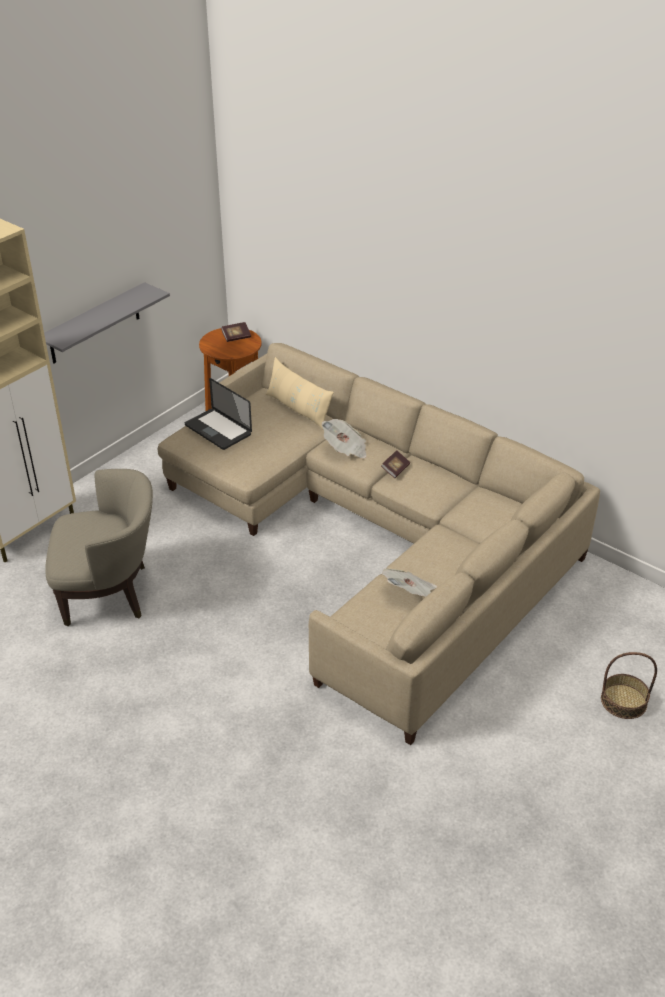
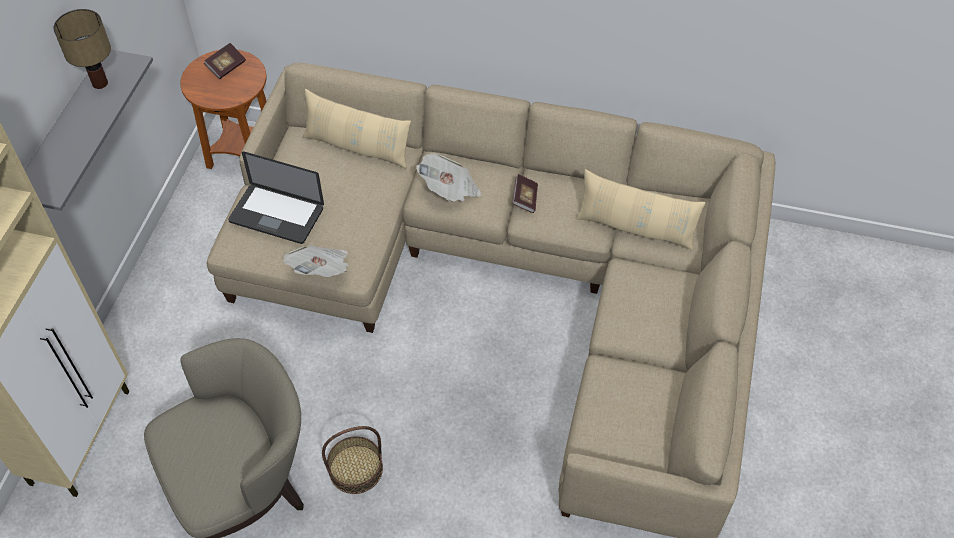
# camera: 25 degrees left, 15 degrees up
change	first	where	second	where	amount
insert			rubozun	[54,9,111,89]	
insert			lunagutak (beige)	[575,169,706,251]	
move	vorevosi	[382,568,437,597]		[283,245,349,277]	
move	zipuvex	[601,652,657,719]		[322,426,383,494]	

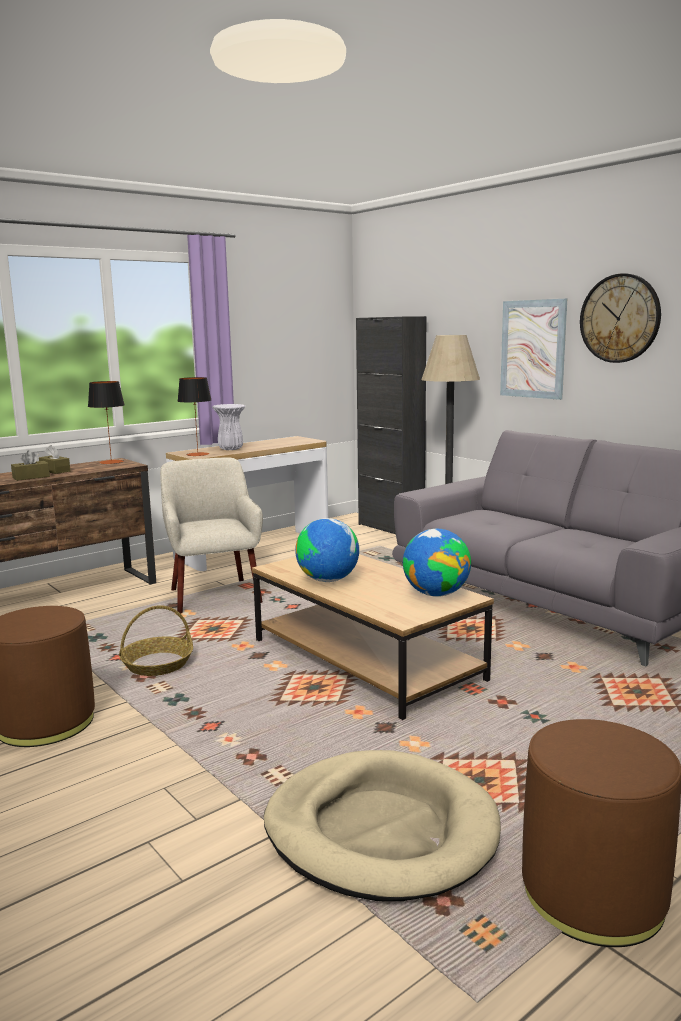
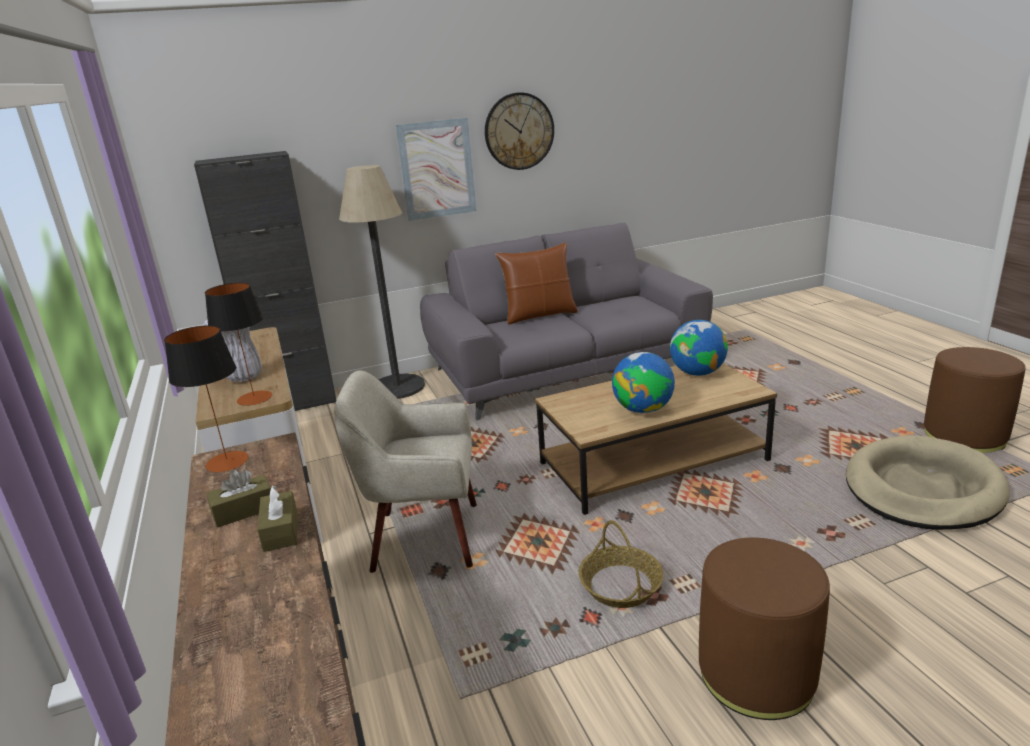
# camera: 70 degrees left, 10 degrees up
change	first	where	second	where	amount
insert			lunagutak (brown)	[495,242,578,325]	

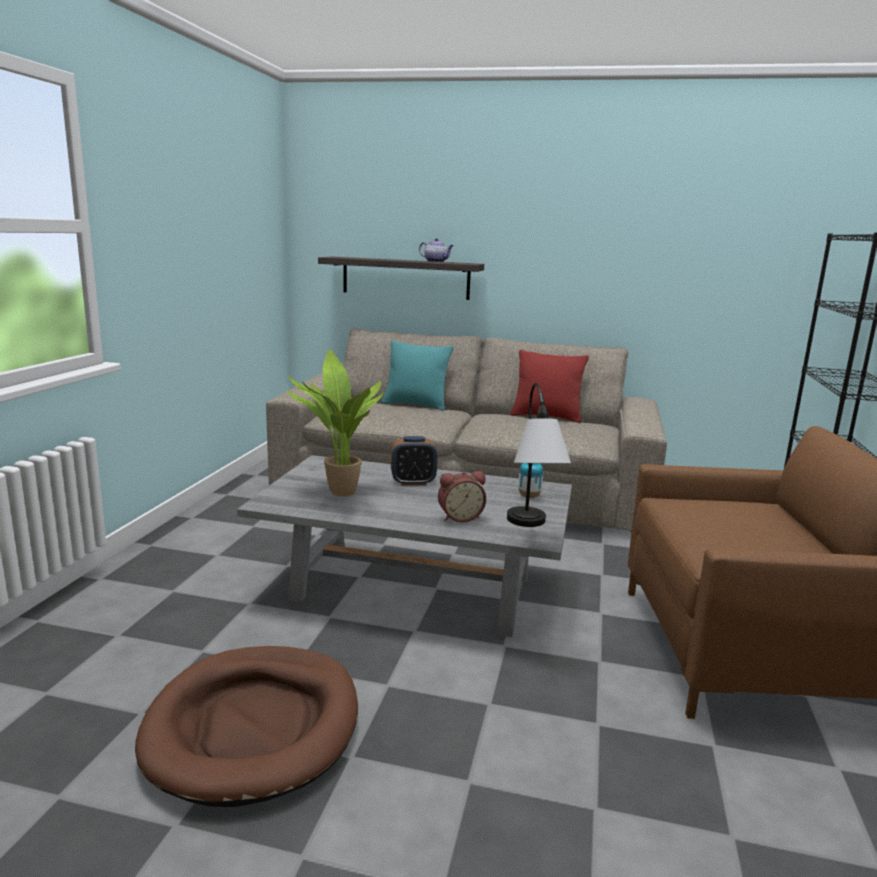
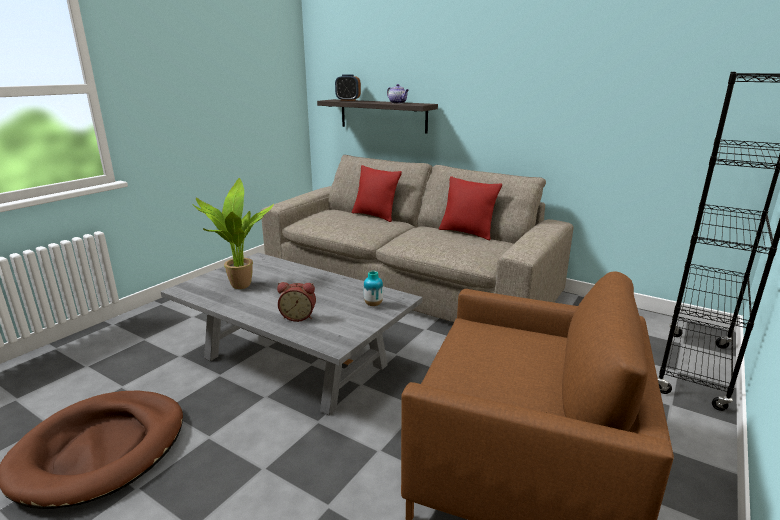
# camera: 20 degrees right, 5 degrees up
change	first	where	second	where	amount
delete	rubozun	[507,383,571,527]			
move	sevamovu	[391,436,437,485]		[335,74,361,101]	
recolor	lunagutak (turquoise)	[382,340,454,411]	lunagutak (red)	[352,165,402,222]	

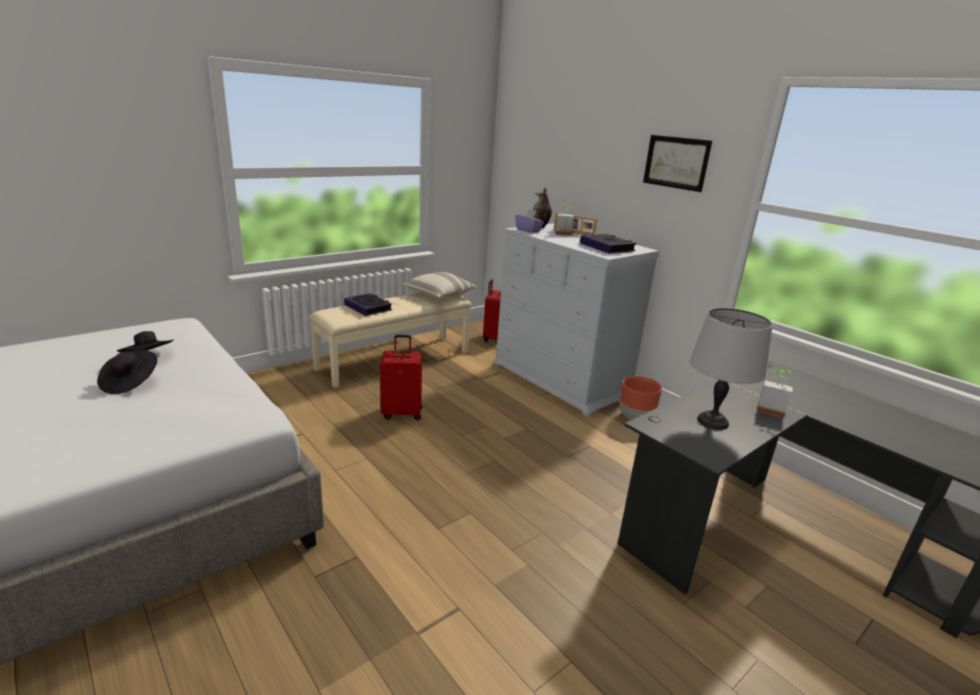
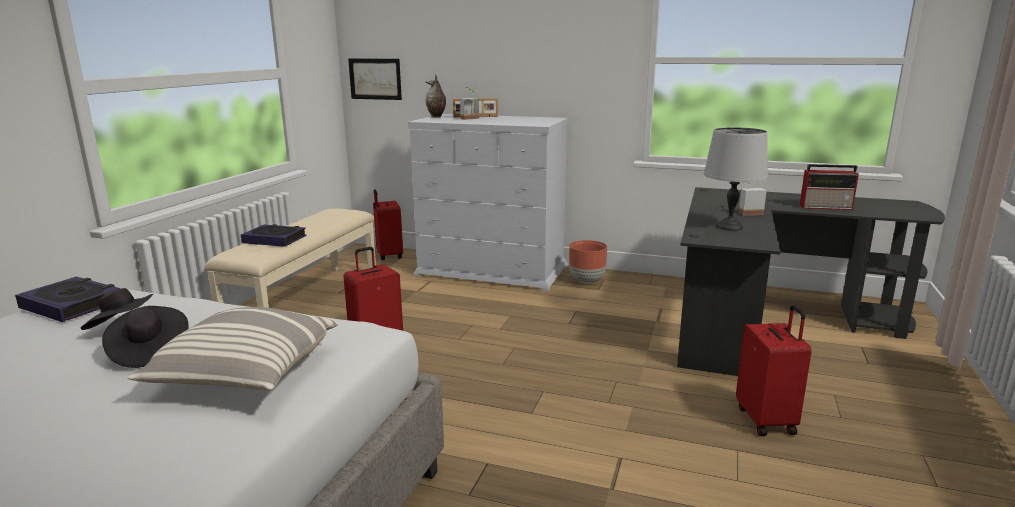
# camera: 30 degrees left, 5 degrees down
change	first	where	second	where	amount
delete	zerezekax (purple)	[515,209,544,233]			
insert			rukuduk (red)	[736,305,812,436]	
insert			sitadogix	[800,164,859,210]	
move	lunagutak	[402,272,477,298]		[127,307,338,391]	
move	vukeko	[580,234,636,254]		[15,276,121,322]	
move	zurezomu	[643,135,712,192]		[348,59,402,100]	

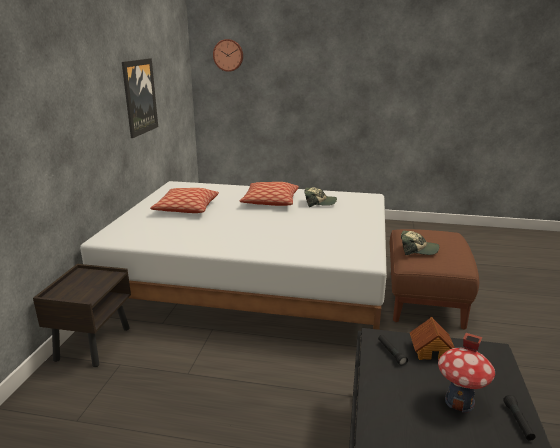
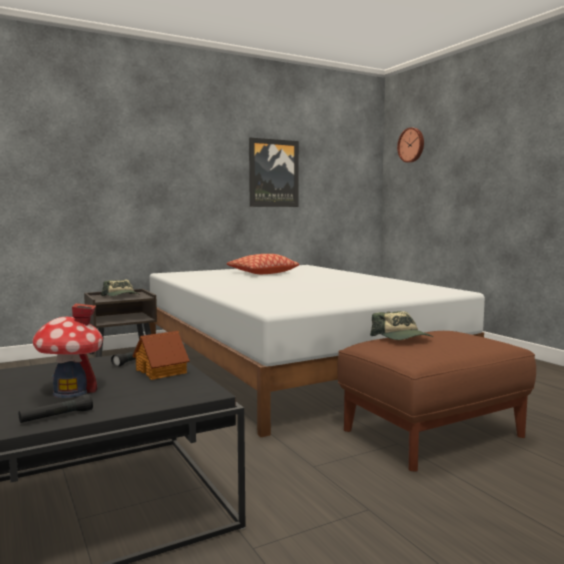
# camera: 50 degrees right, 15 degrees down
change	first	where	second	where	amount
delete	lunagutak	[240,182,299,206]			
move	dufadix	[304,187,337,207]		[101,279,139,296]	

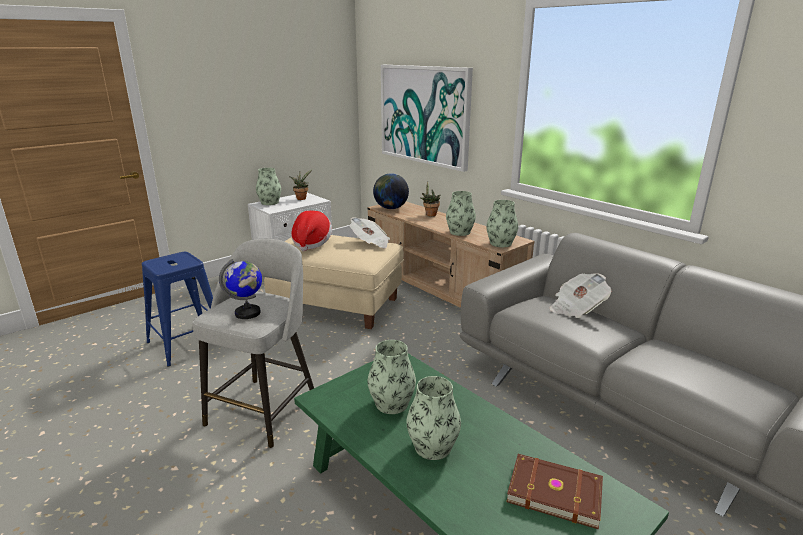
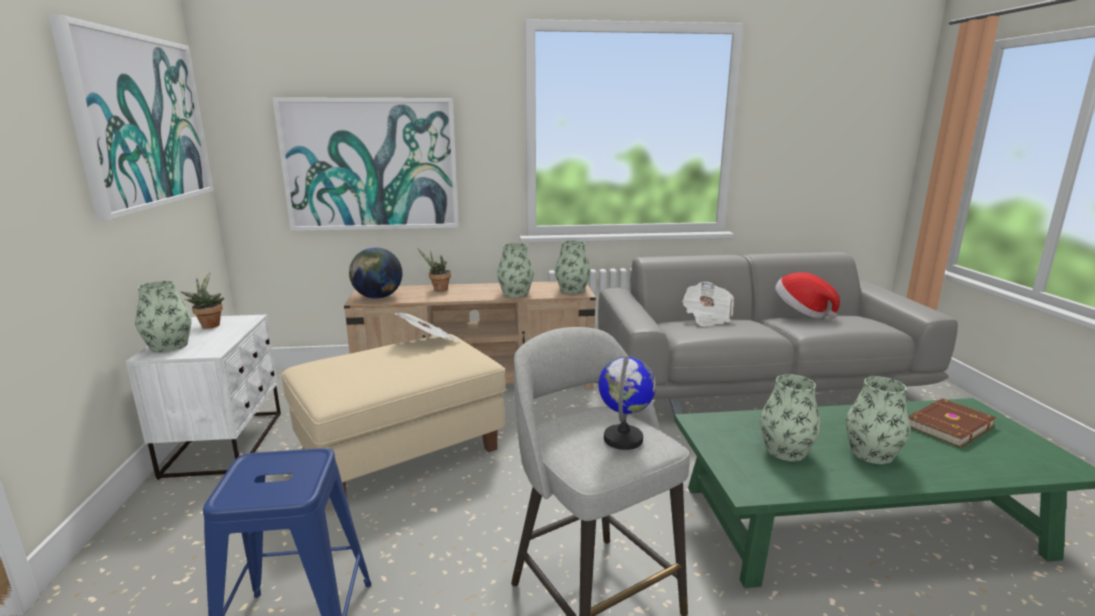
# camera: 55 degrees left, 5 degrees down
change	first	where	second	where	amount
insert			zurezomu	[48,15,214,220]	
move	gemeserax	[291,211,332,251]		[775,272,840,318]	

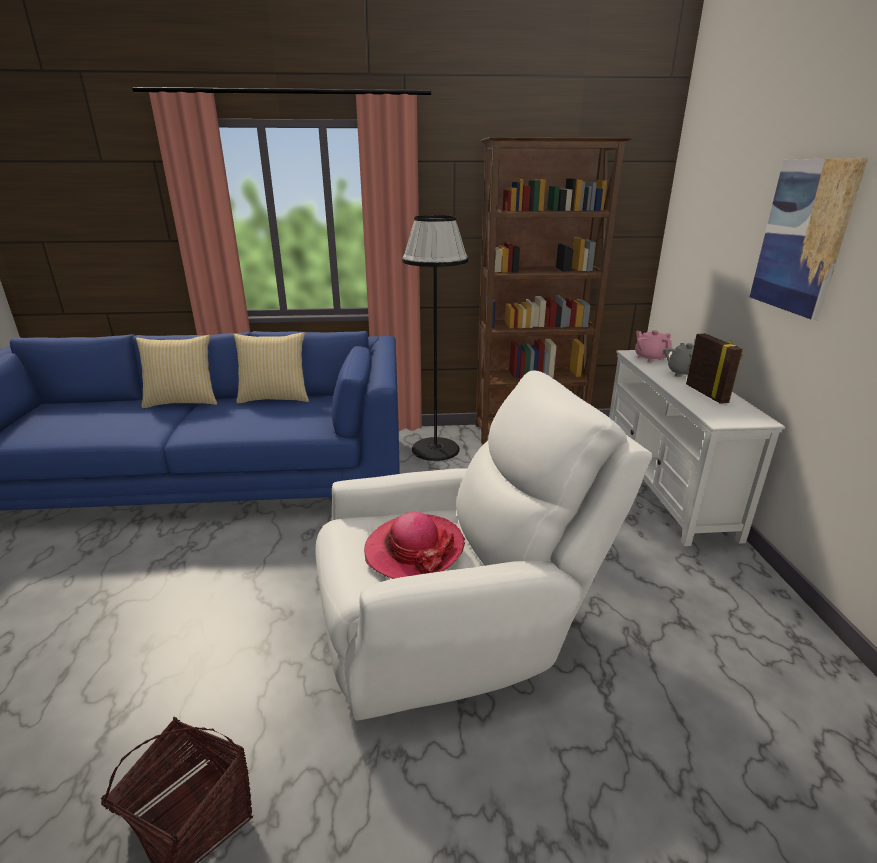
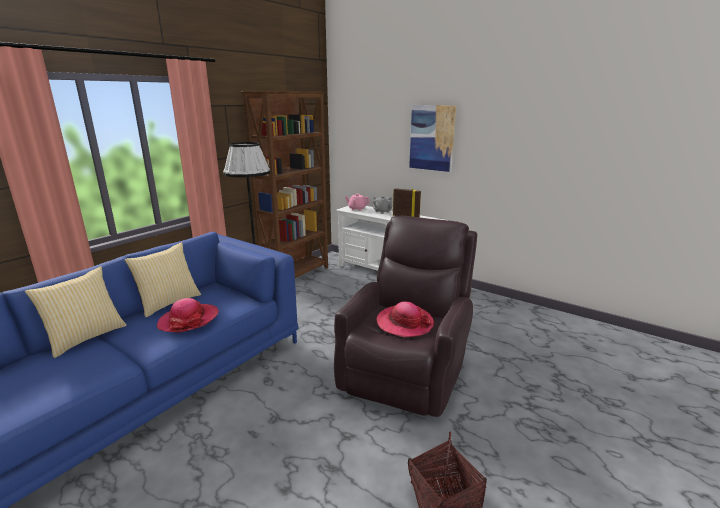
# camera: 50 degrees left, 5 degrees down
change	first	where	second	where	amount
insert			gemeserax	[157,298,219,333]	
recolor	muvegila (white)	[315,370,652,720]	muvegila (brown)	[334,216,477,417]	

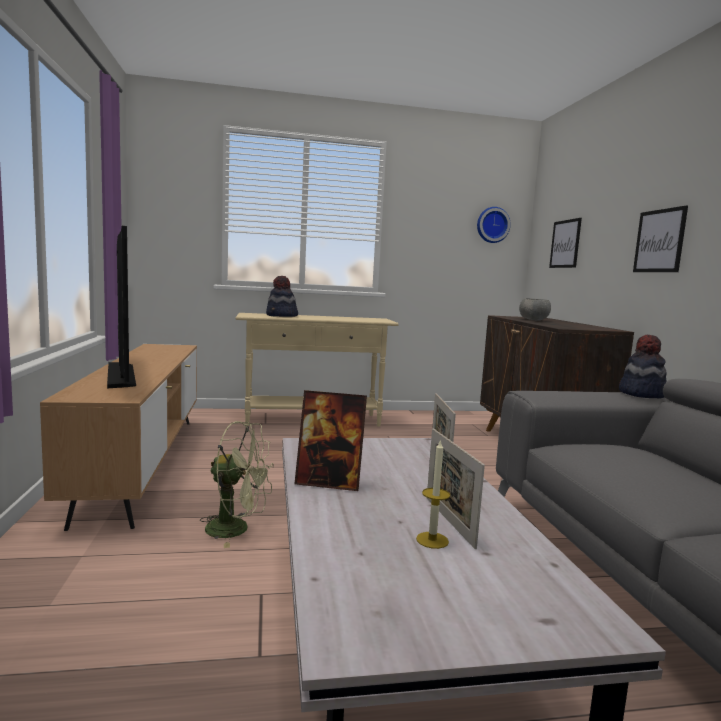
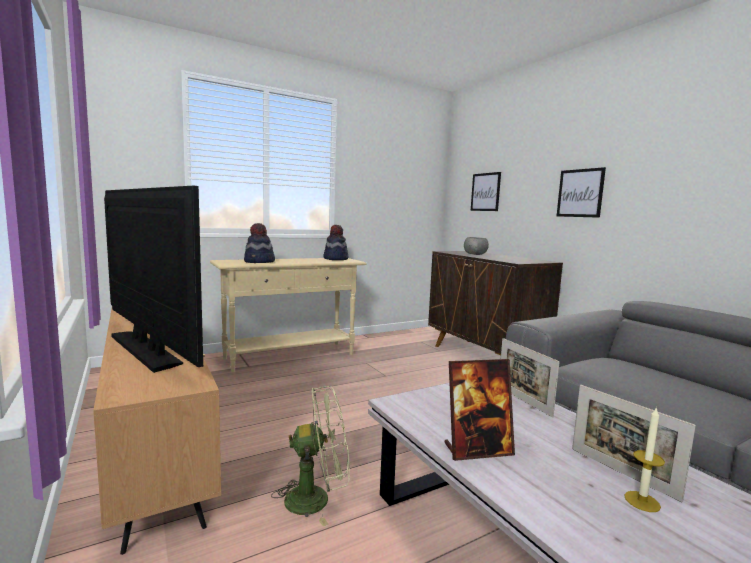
# camera: 20 degrees left, 0 degrees up
change	first	where	second	where	amount
delete	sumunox	[477,207,511,243]			
move	gemeserax	[619,335,667,399]		[323,225,348,260]	

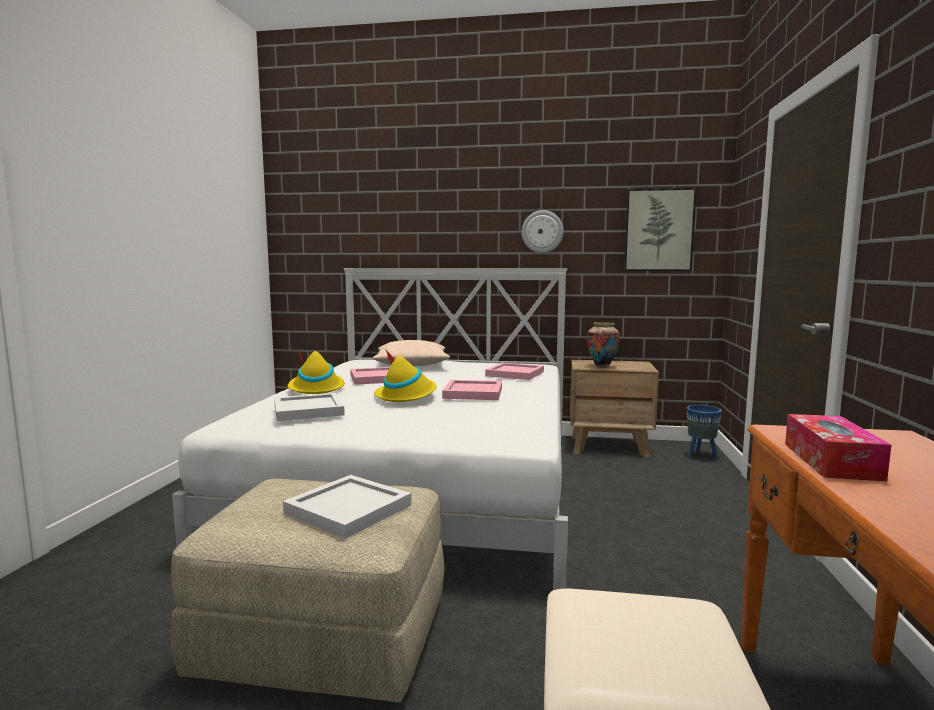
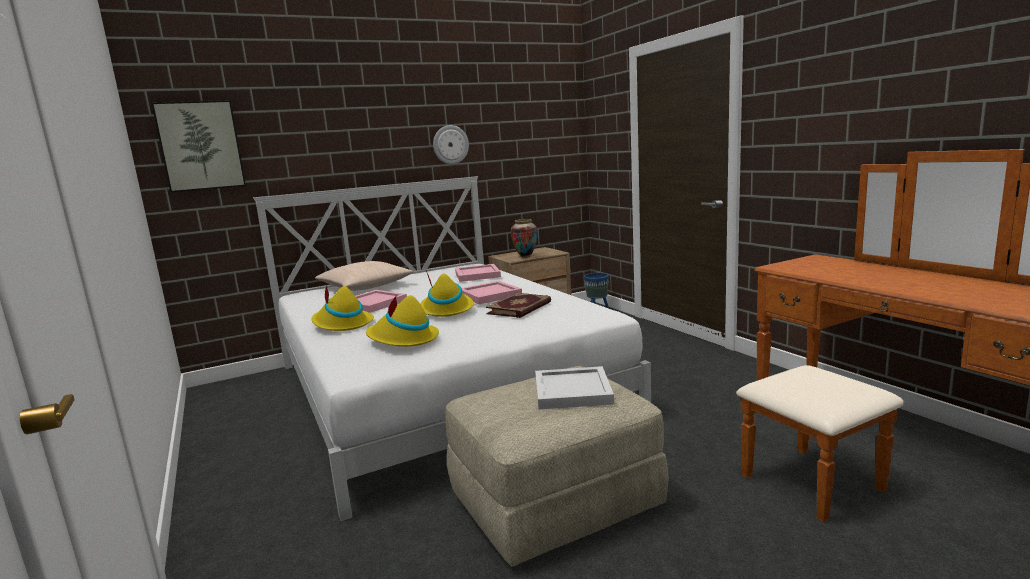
# camera: 35 degrees left, 5 degrees up
change	first	where	second	where	amount
delete	zerezekax	[785,414,891,481]			
insert			vukeko	[486,293,551,318]	
move	zurezomu	[624,188,696,271]		[151,100,246,192]	
replace	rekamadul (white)	[274,393,345,421]	gemeserax (yellow)	[366,294,439,346]	

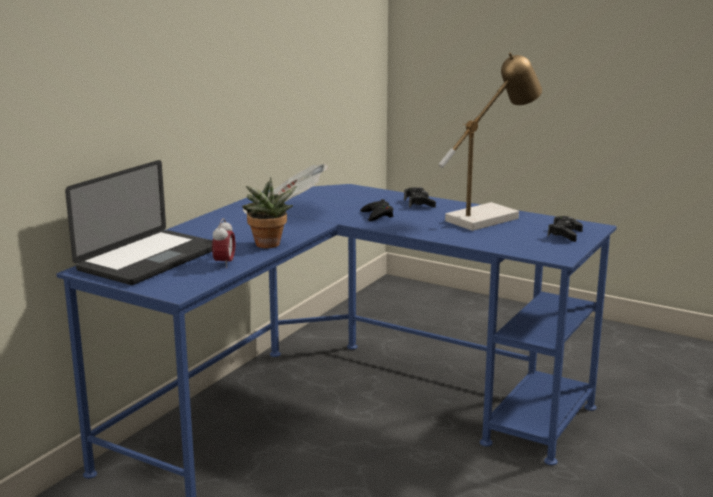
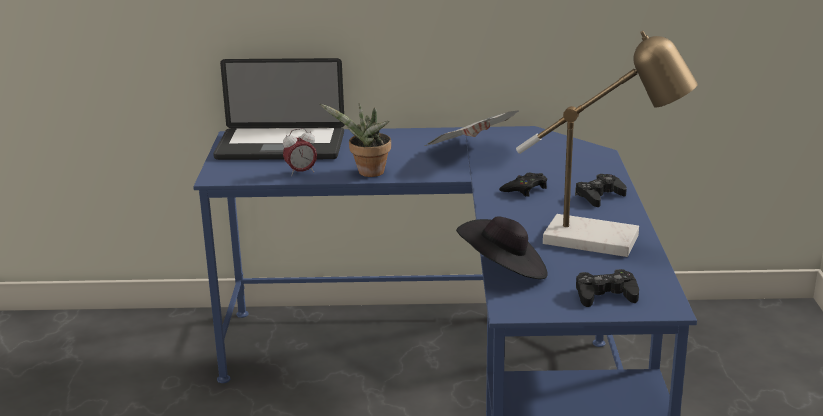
# camera: 60 degrees right, 5 degrees up
change	first	where	second	where	amount
insert			gemeserax (black)	[456,216,547,279]	

